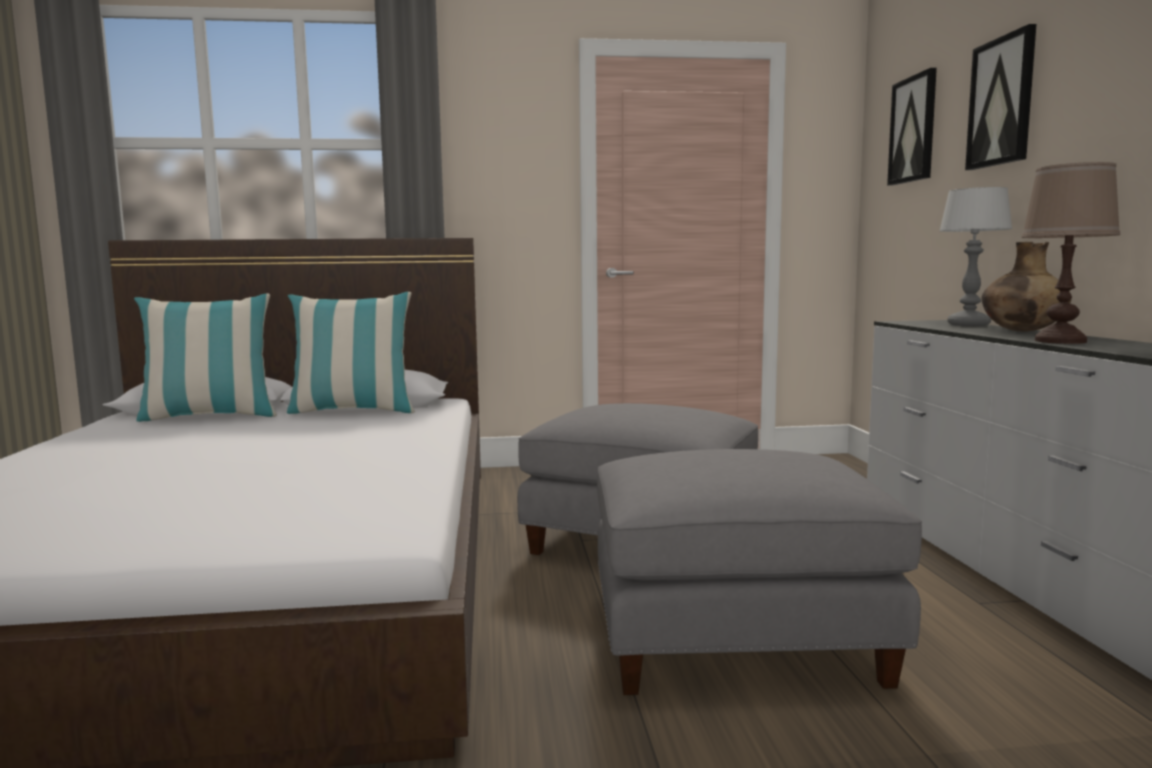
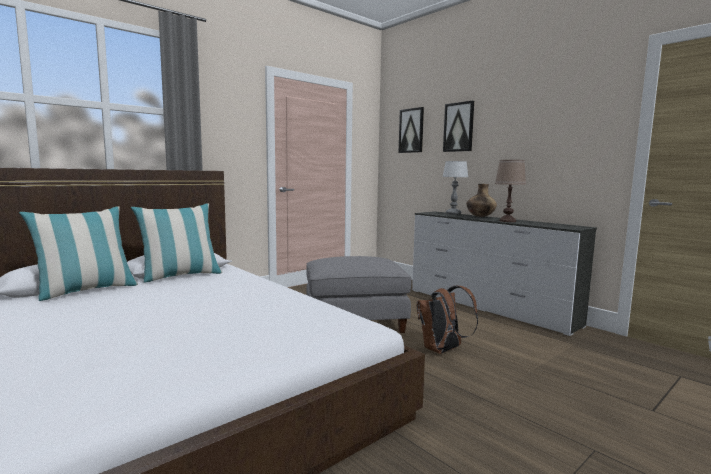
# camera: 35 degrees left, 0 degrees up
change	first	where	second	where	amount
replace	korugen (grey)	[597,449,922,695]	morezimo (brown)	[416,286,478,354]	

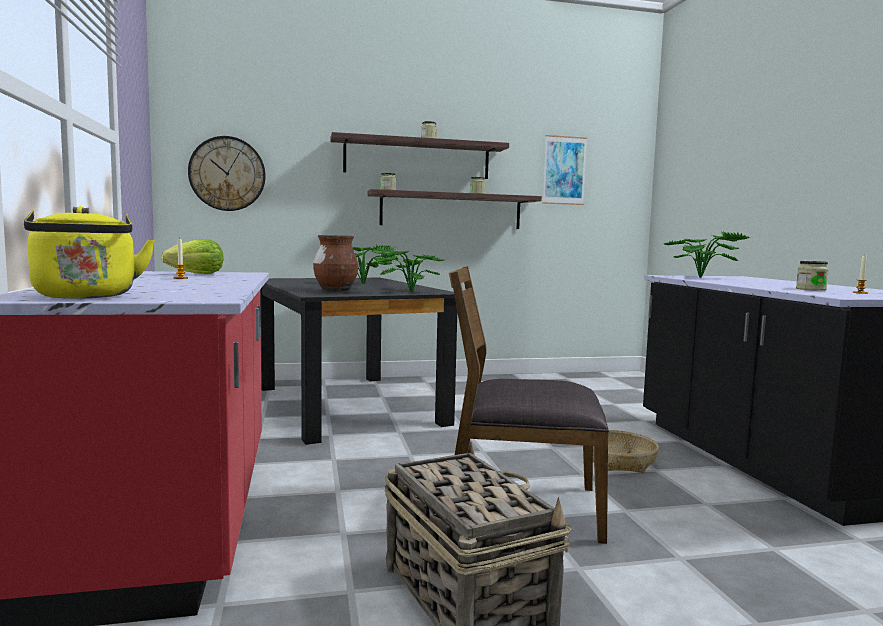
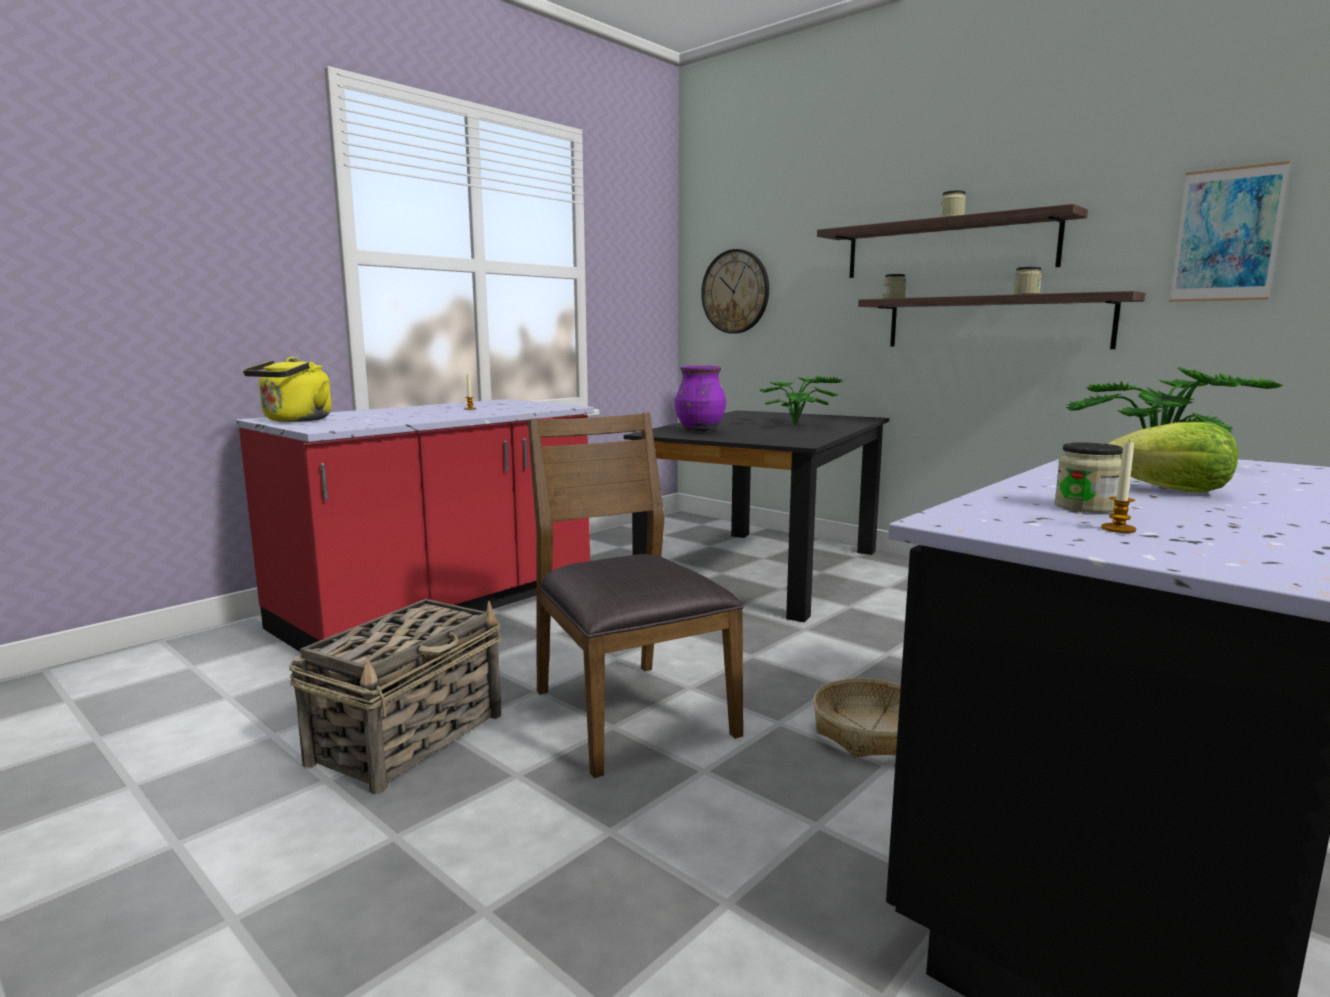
# camera: 55 degrees right, 5 degrees up
change	first	where	second	where	amount
delete	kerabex	[371,247,444,292]			
move	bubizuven	[161,239,223,274]		[1108,422,1238,492]	
recolor	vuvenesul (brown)	[313,235,358,292]	vuvenesul (purple)	[675,366,726,433]	

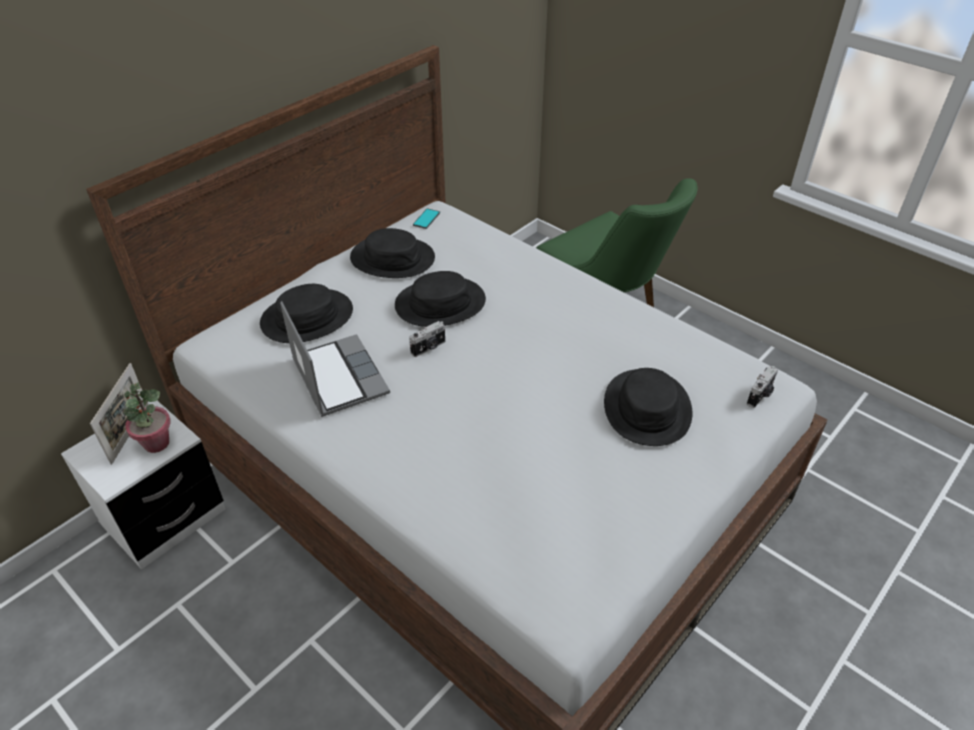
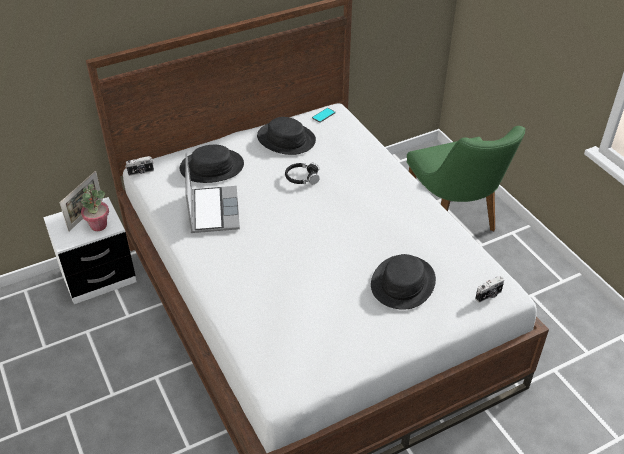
# camera: 20 degrees right, 0 degrees up
change	first	where	second	where	amount
move	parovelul	[409,321,445,357]		[125,156,154,176]	
replace	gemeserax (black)	[395,271,486,327]	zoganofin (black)	[285,163,320,184]	

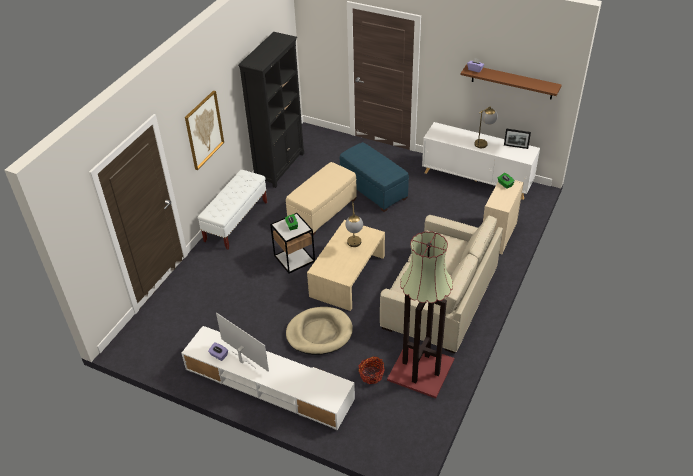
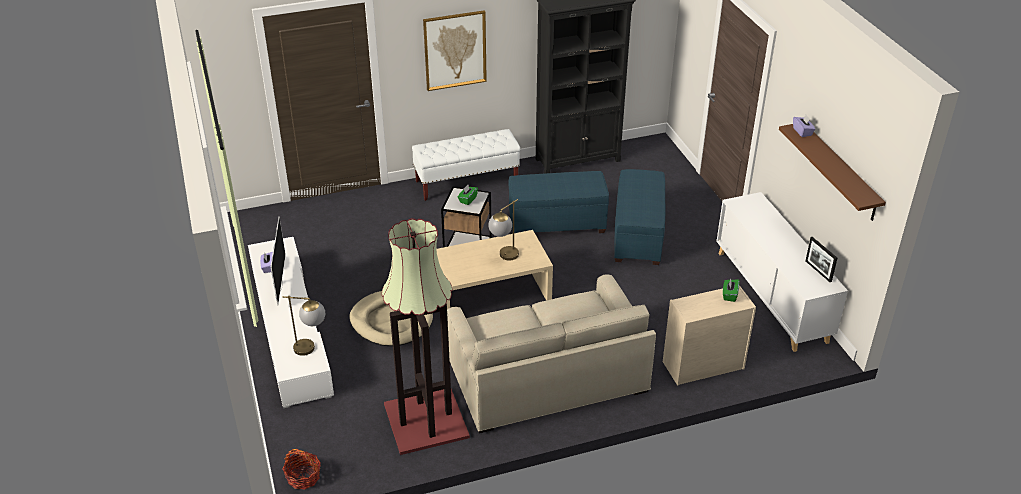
# camera: 45 degrees right, 5 degrees down
change	first	where	second	where	amount
move	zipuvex	[359,356,385,384]		[282,449,321,489]	
move	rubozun	[474,106,498,148]		[283,296,325,356]	
recolor	korugen (beige)	[286,162,357,235]	korugen (blue)	[508,171,609,233]	

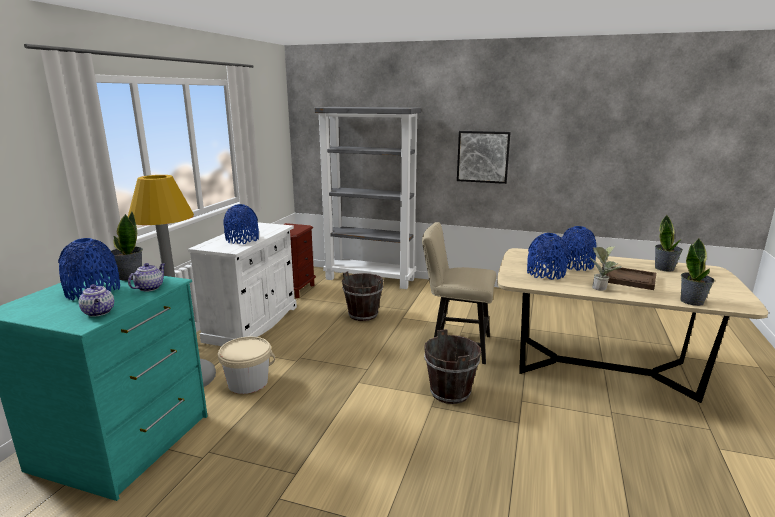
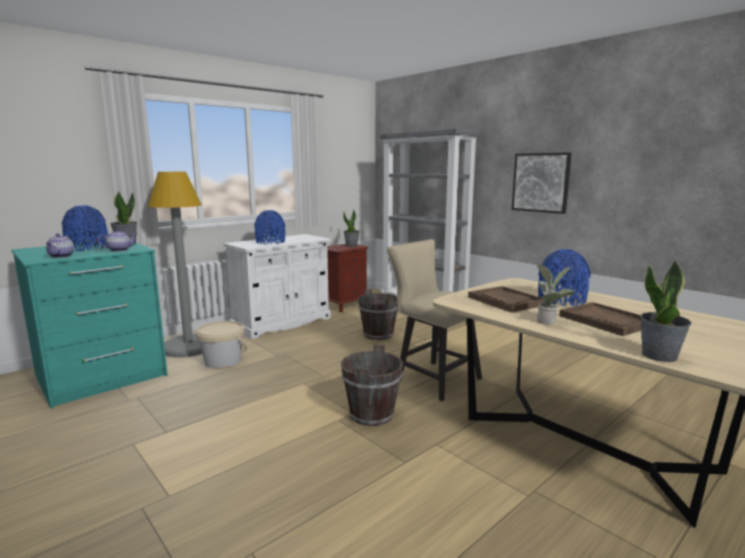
# camera: 30 degrees right, 5 degrees down
change	first	where	second	where	amount
move	kerabex	[655,215,683,272]		[343,210,360,247]	
replace	vuvenesul (blue)	[527,233,569,280]	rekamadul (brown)	[468,286,546,313]	

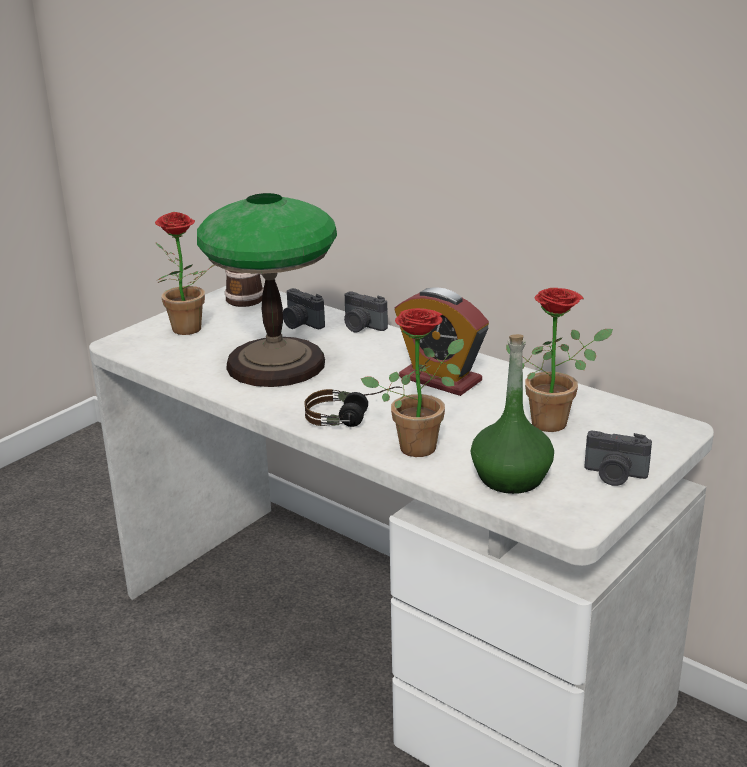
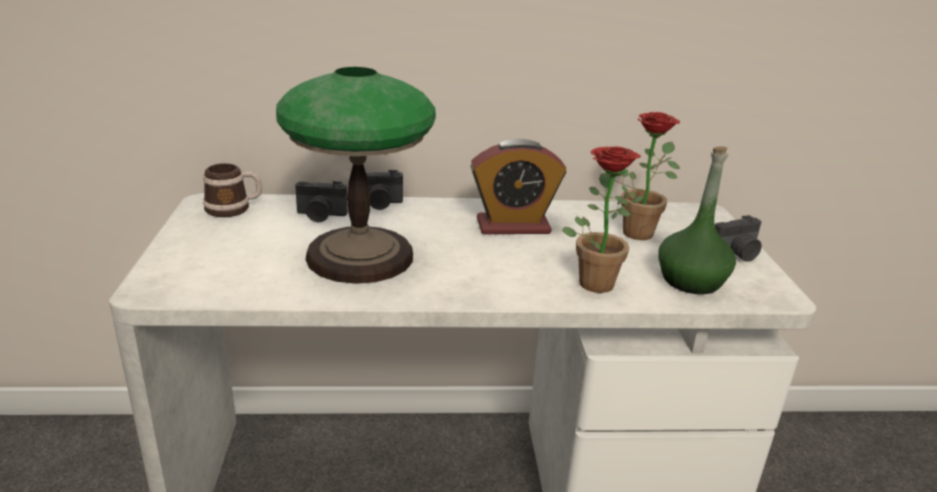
# camera: 45 degrees left, 0 degrees up
change	first	where	second	where	amount
delete	kerabex	[155,212,215,335]			
delete	zoganofin	[304,386,402,427]			

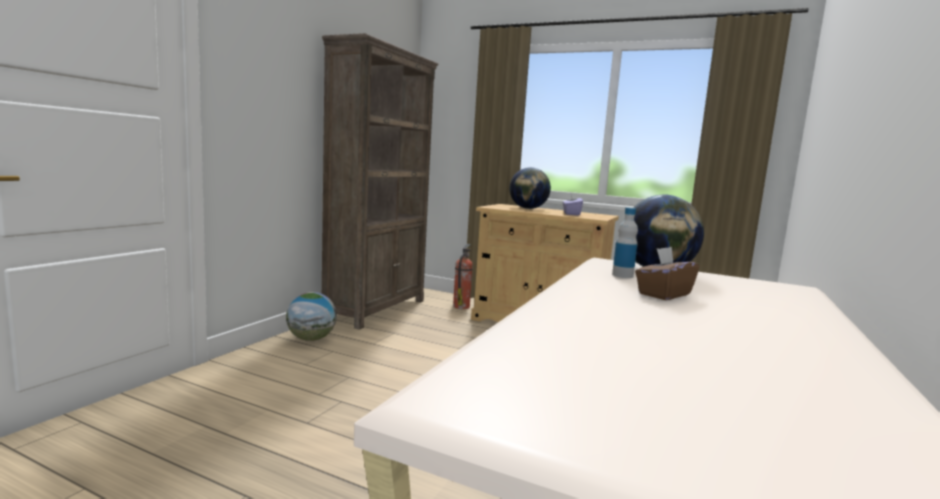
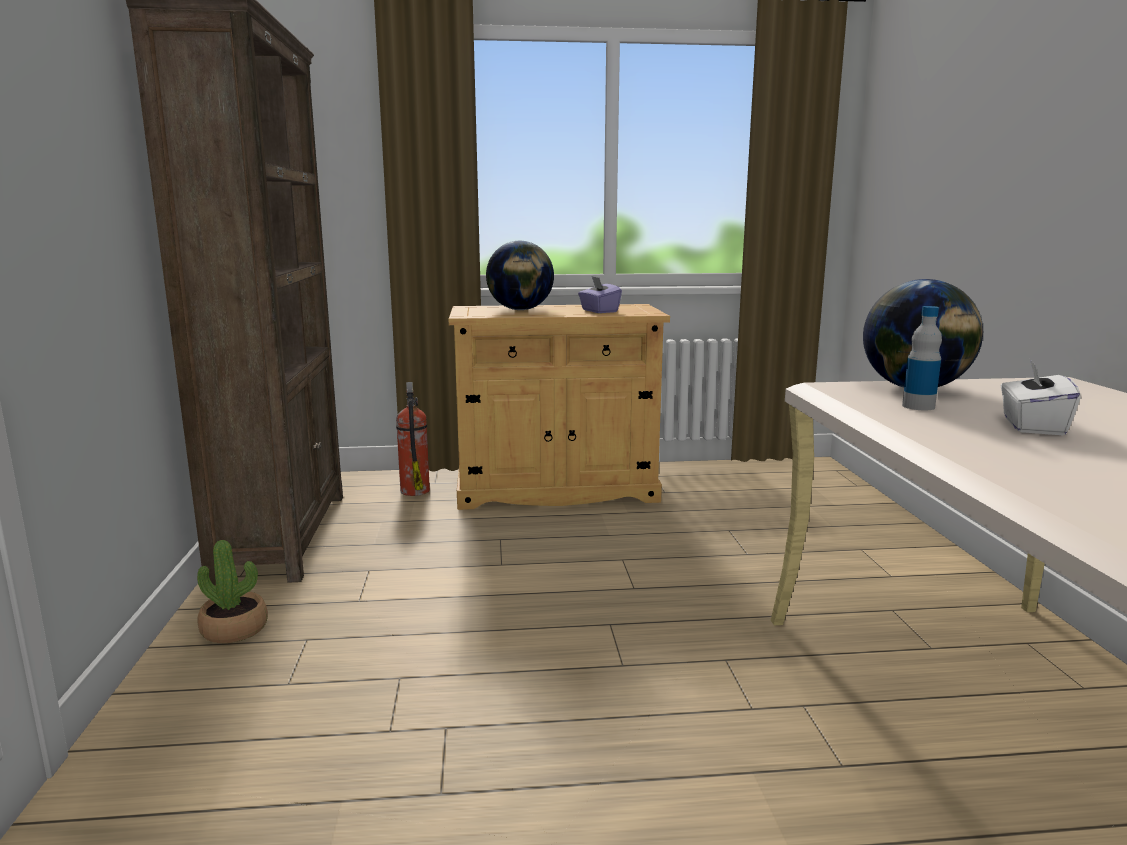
# camera: 30 degrees left, 5 degrees up
change	first	where	second	where	amount
replace	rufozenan	[286,292,337,341]	kerabex	[197,540,268,643]	
recolor	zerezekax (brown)	[635,247,699,300]	zerezekax (white)	[1001,360,1081,435]	

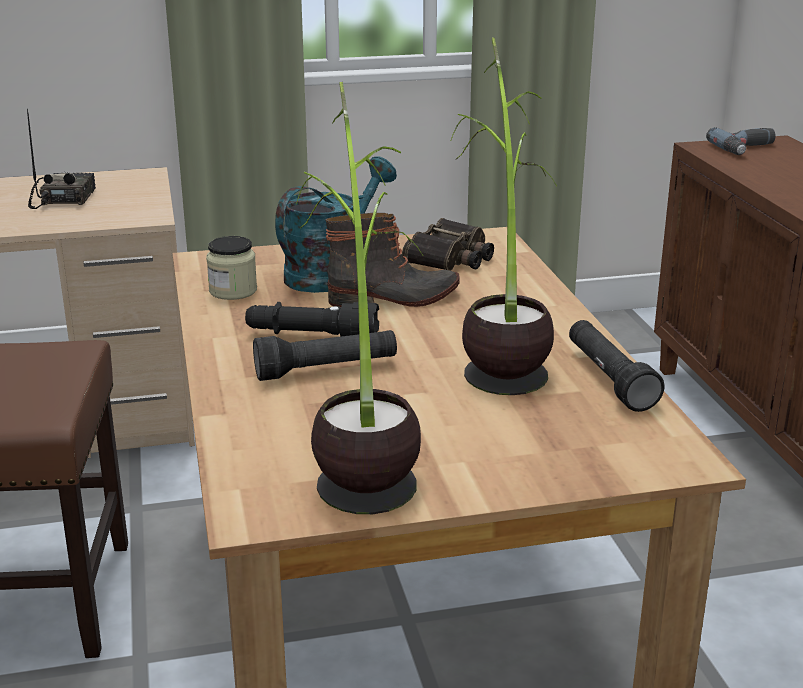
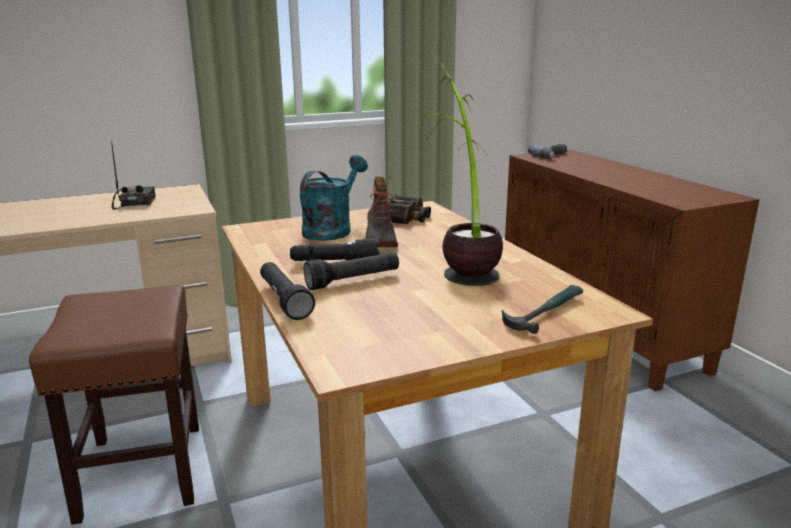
# camera: 10 degrees left, 5 degrees down
change	first	where	second	where	amount
delete	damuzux	[206,236,257,300]			
delete	kerabex	[296,82,423,514]			
insert			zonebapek	[502,285,583,334]	
move	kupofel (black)	[569,320,664,412]		[260,262,315,320]	
rotate	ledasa	[326,213,460,308]		[366,176,398,247]	105 degrees clockwise

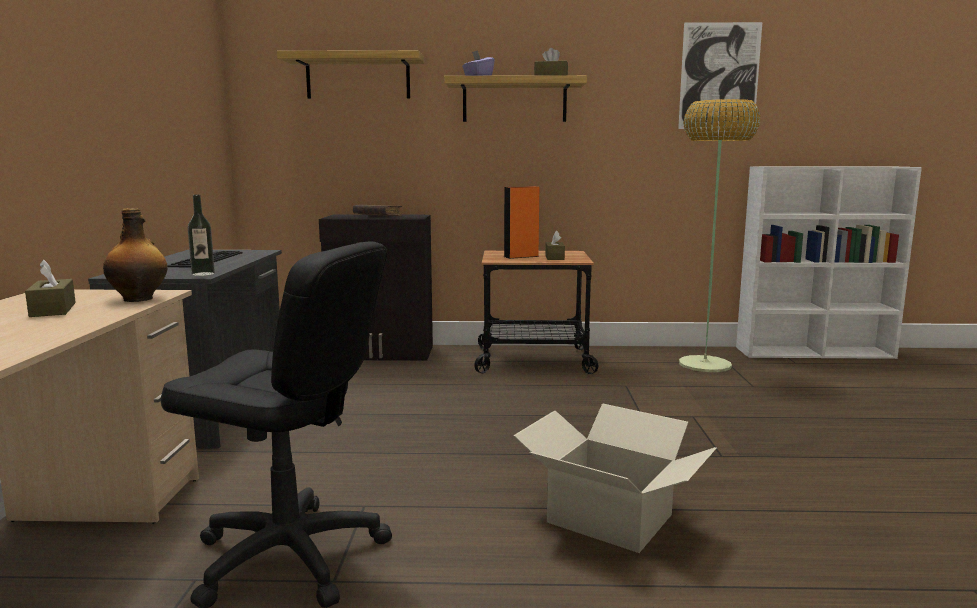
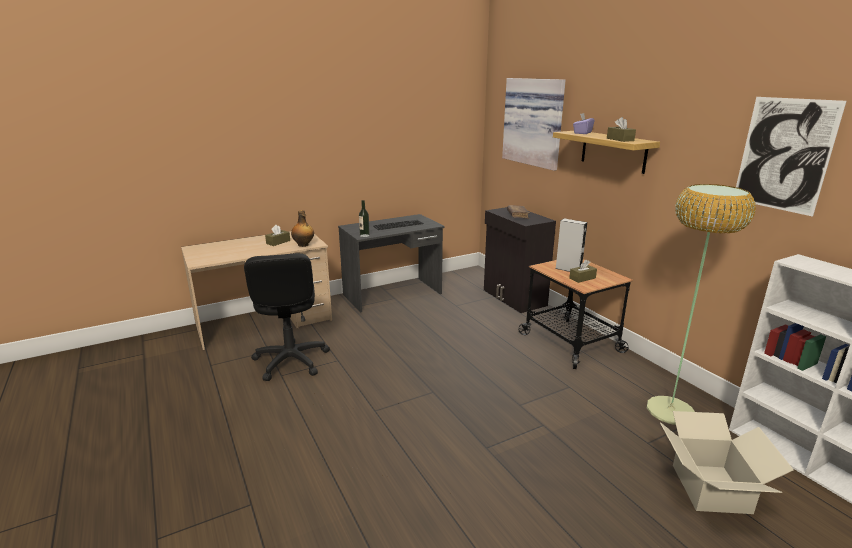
# camera: 60 degrees right, 10 degrees up
change	first	where	second	where	amount
move	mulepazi	[513,404,716,553]		[660,411,794,514]	
replace	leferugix	[277,50,424,99]	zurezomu	[502,78,566,171]	
recolor	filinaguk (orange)	[504,186,539,259]	filinaguk (grey)	[555,219,587,272]	

